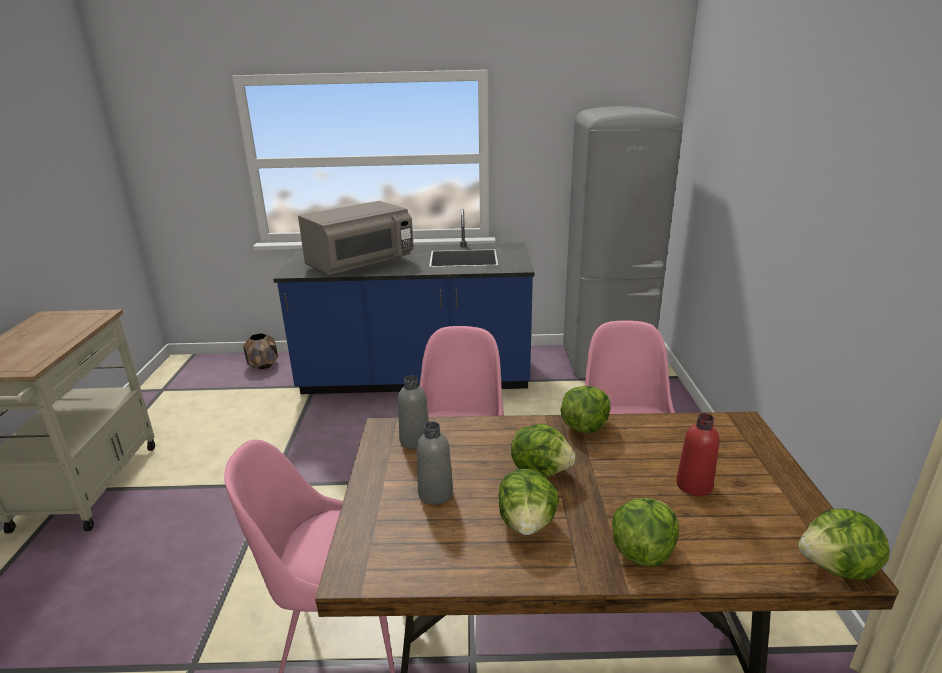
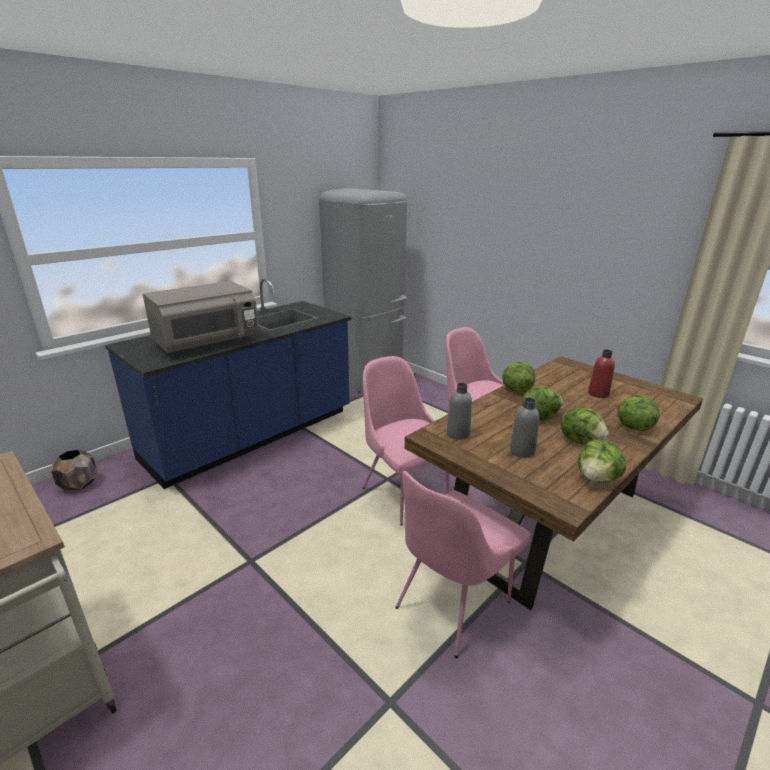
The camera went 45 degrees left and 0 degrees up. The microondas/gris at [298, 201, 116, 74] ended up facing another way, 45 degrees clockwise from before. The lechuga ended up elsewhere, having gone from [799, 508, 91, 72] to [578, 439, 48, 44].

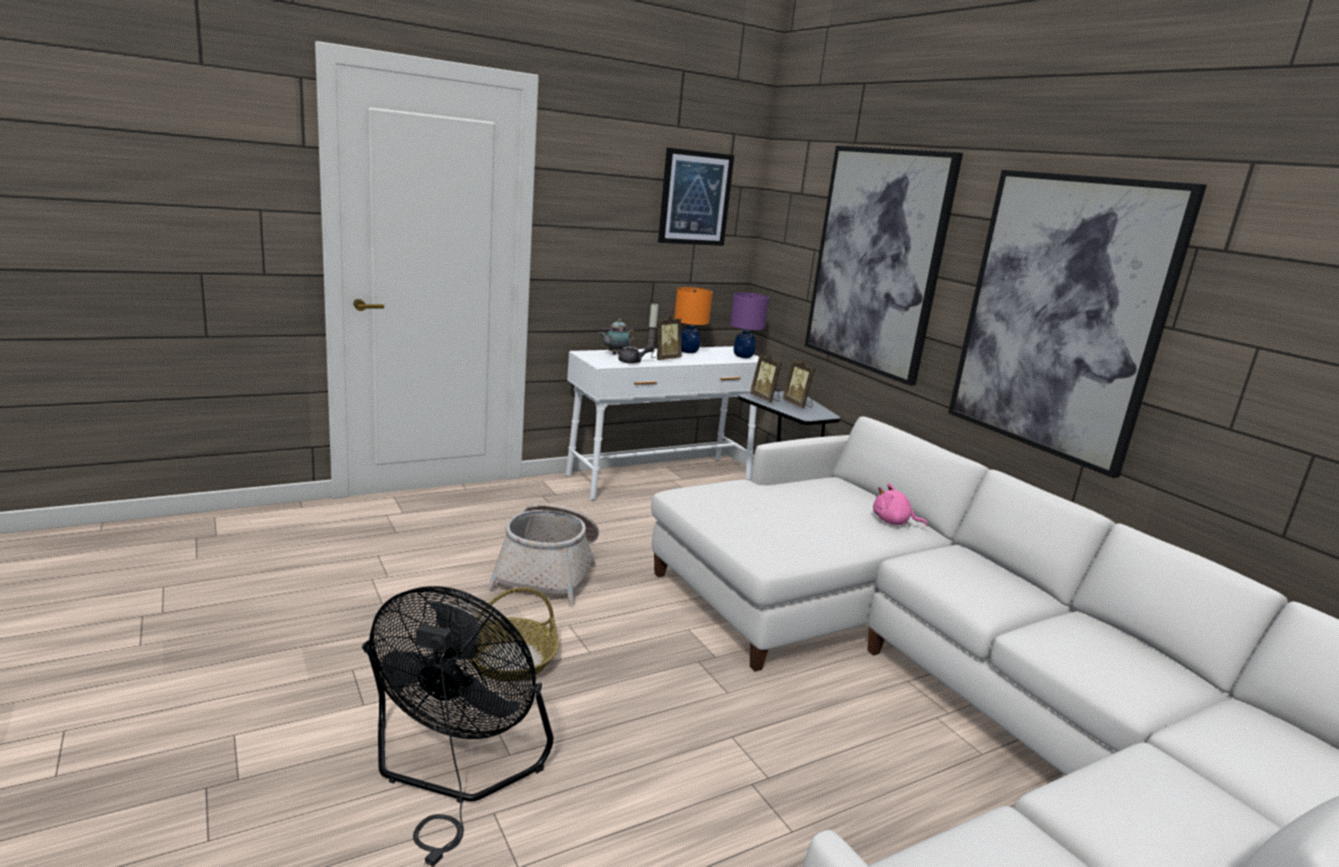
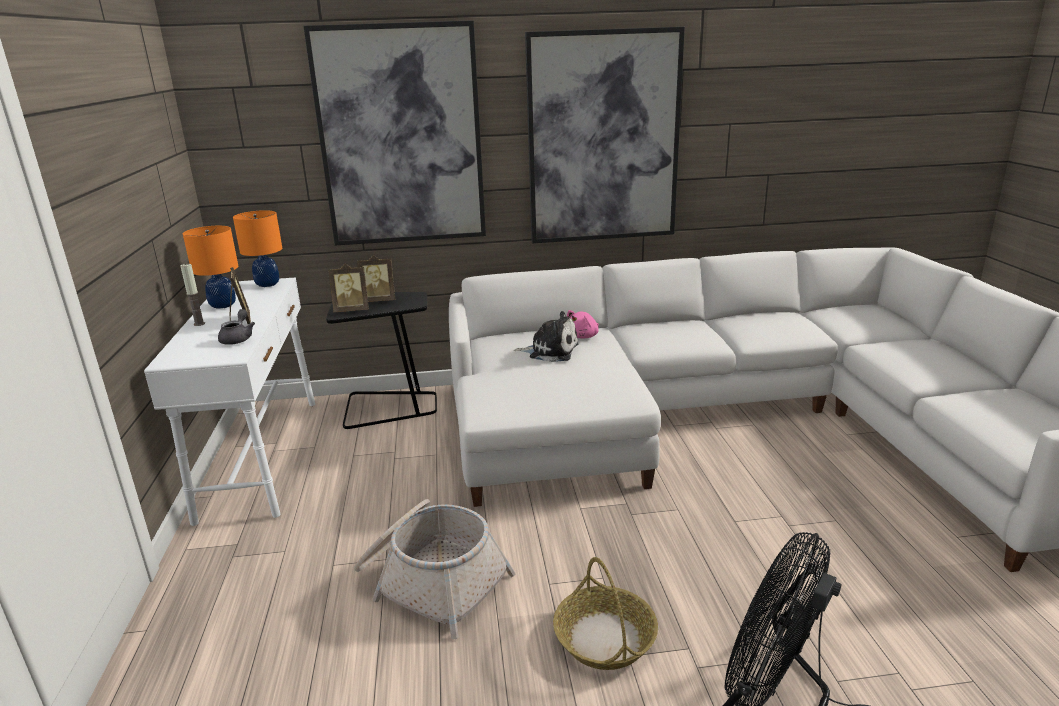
The camera went 65 degrees left and 5 degrees up. The second view lost the tetera at [598, 319, 38, 36]. The second view lost the cuadro at [658, 147, 76, 99]. What was the lámpara de mesa/morado at [730, 292, 39, 66] turned into the lámpara de mesa/naranja at [233, 210, 49, 77]. The second view gained the peluche at [514, 311, 64, 51].

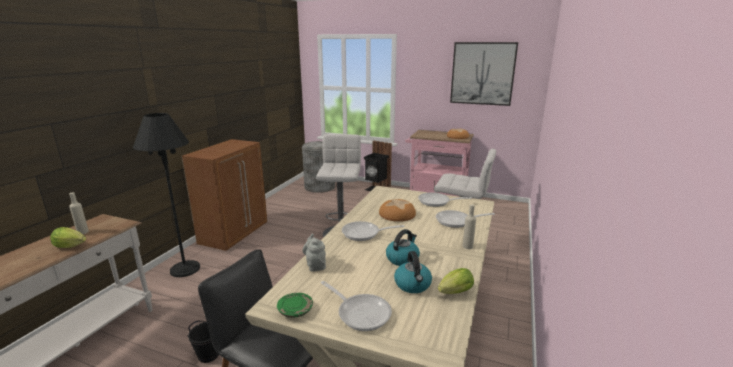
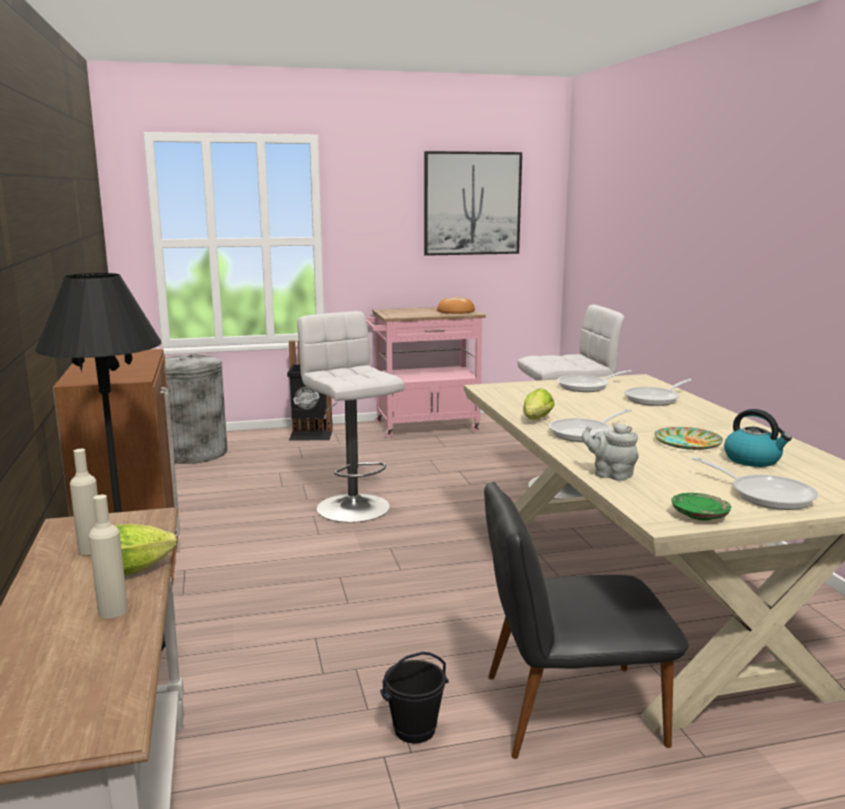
The camera went 35 degrees left and 5 degrees down. The sartén at [321, 281, 71, 50] ended up facing another way, 45 degrees clockwise from before. The second view lost the pan at [379, 199, 37, 23]. Where the hervidor stood at [386, 229, 34, 37], the plato came to stand at [654, 427, 69, 23]. The lechuga ended up elsewhere, having gone from [438, 268, 36, 26] to [523, 388, 32, 32]. The botella/beis ended up elsewhere, having gone from [463, 204, 13, 45] to [89, 495, 39, 123].

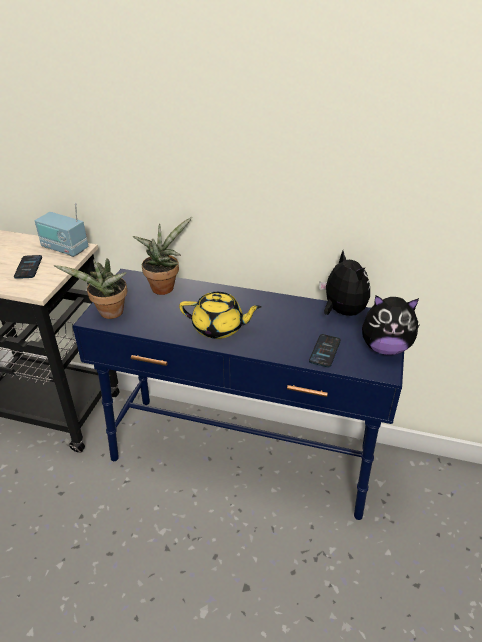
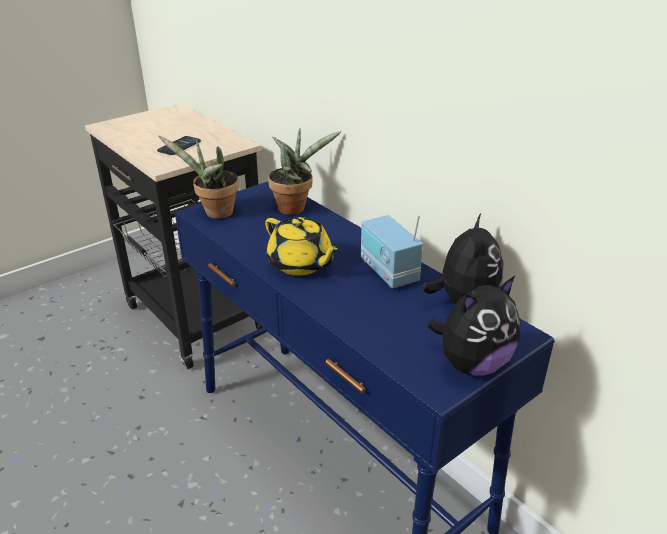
The camera went 35 degrees right and 5 degrees down. The radio ended up elsewhere, having gone from [35, 203, 53, 54] to [361, 215, 62, 73]. The second view lost the móvil at [309, 334, 32, 33]. The peluche at [362, 295, 58, 60] ended up facing another way, 75 degrees counterclockwise from before.

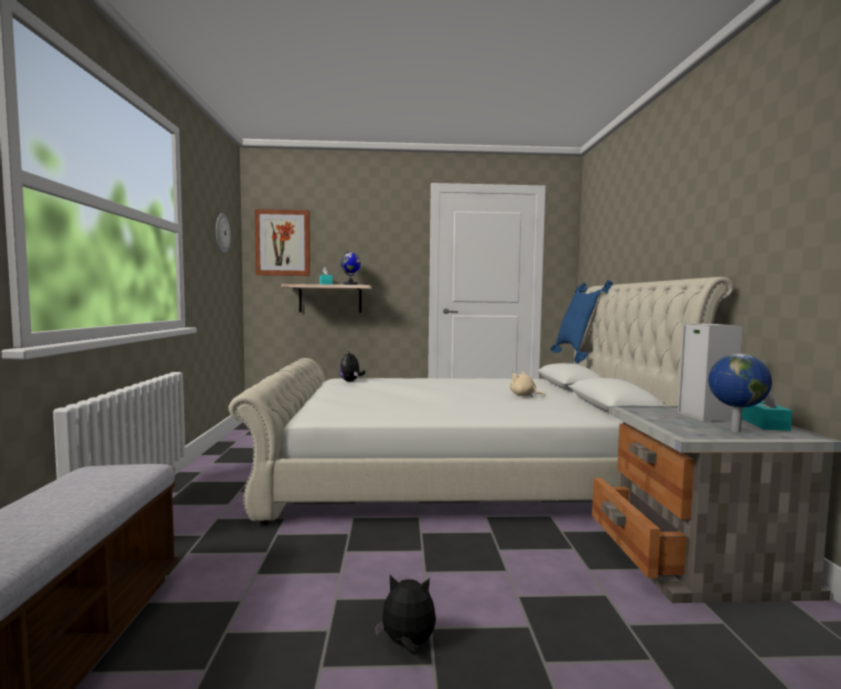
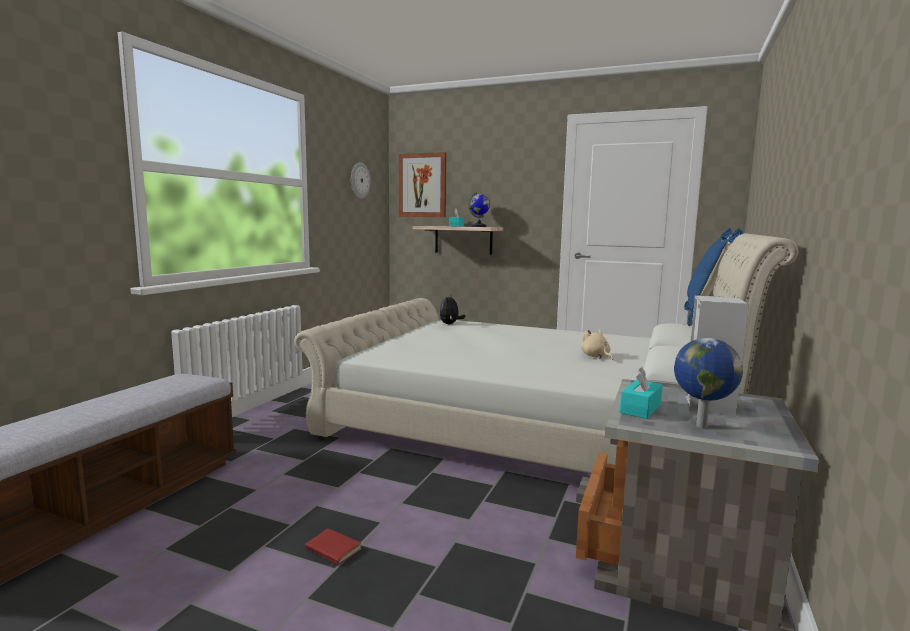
The camera went 25 degrees right and 5 degrees up. Where the peluche stood at [375, 575, 61, 80], the libro/rojo came to stand at [305, 529, 57, 38]. The caja de pañuelos/turquesa ended up elsewhere, having gone from [742, 390, 50, 41] to [620, 367, 43, 52].

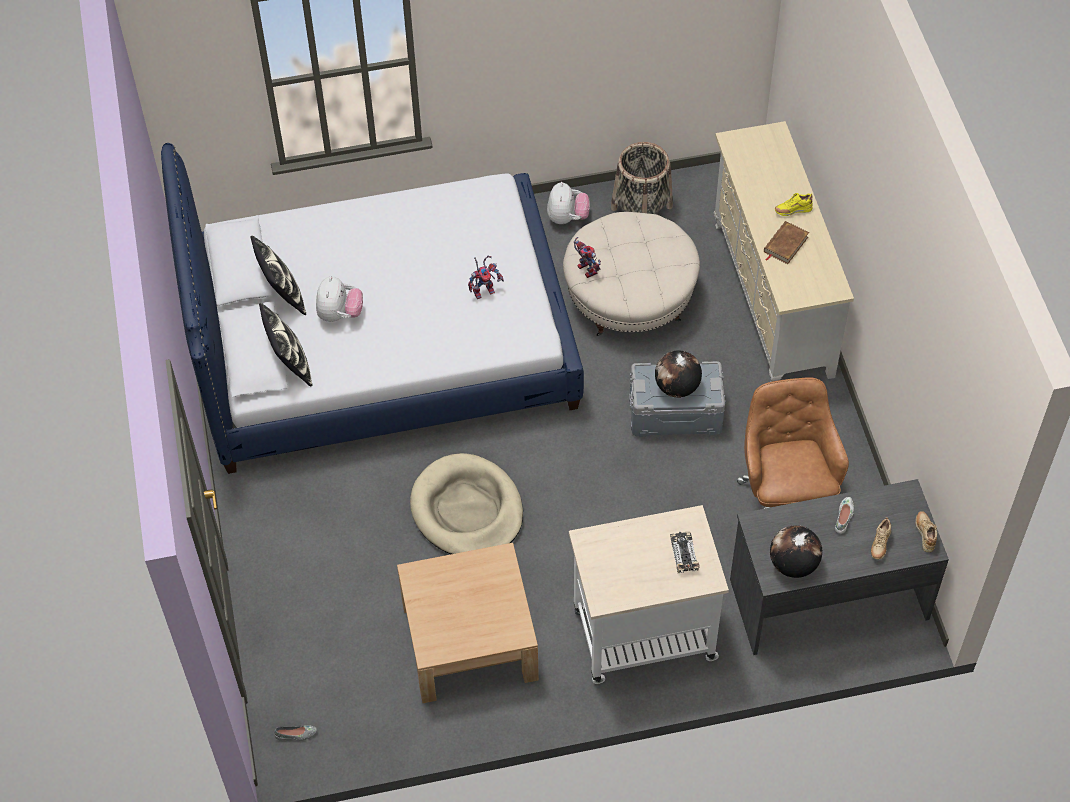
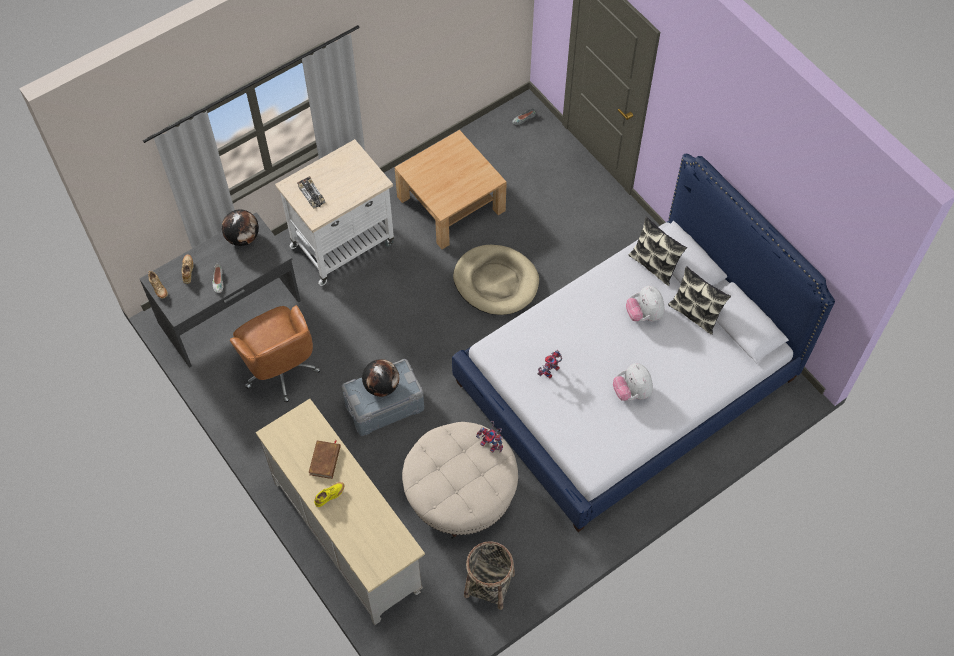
The camera went 155 degrees right and 5 degrees up. The peluche ended up elsewhere, having gone from [547, 182, 43, 42] to [613, 363, 40, 38].

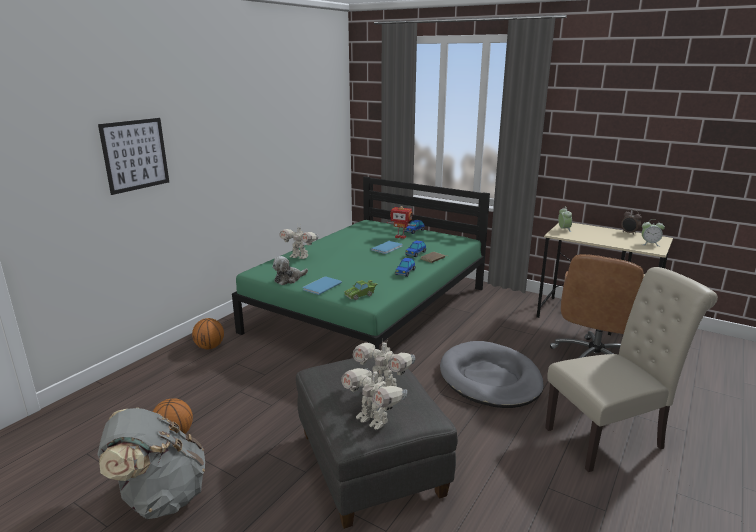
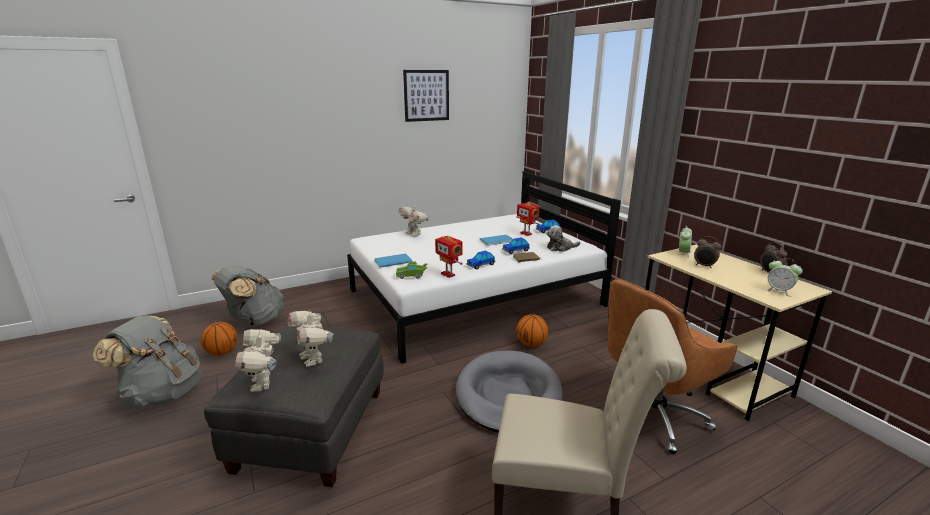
The camera went 30 degrees right and 0 degrees up. The cuadro ended up elsewhere, having gone from [98, 118, 71, 77] to [403, 70, 46, 52]. The balón de baloncesto ended up elsewhere, having gone from [192, 318, 32, 31] to [516, 314, 32, 33]. What was the cama/verde at [232, 176, 258, 173] turned into the cama/blanco at [347, 171, 274, 192]. The peluche ended up elsewhere, having gone from [272, 256, 36, 29] to [547, 225, 33, 27]. The second view gained the mochila/gris at [212, 265, 72, 61]. The second view gained the robot de juguete at [435, 236, 28, 42]. The second view gained the despertador at [694, 236, 28, 32].

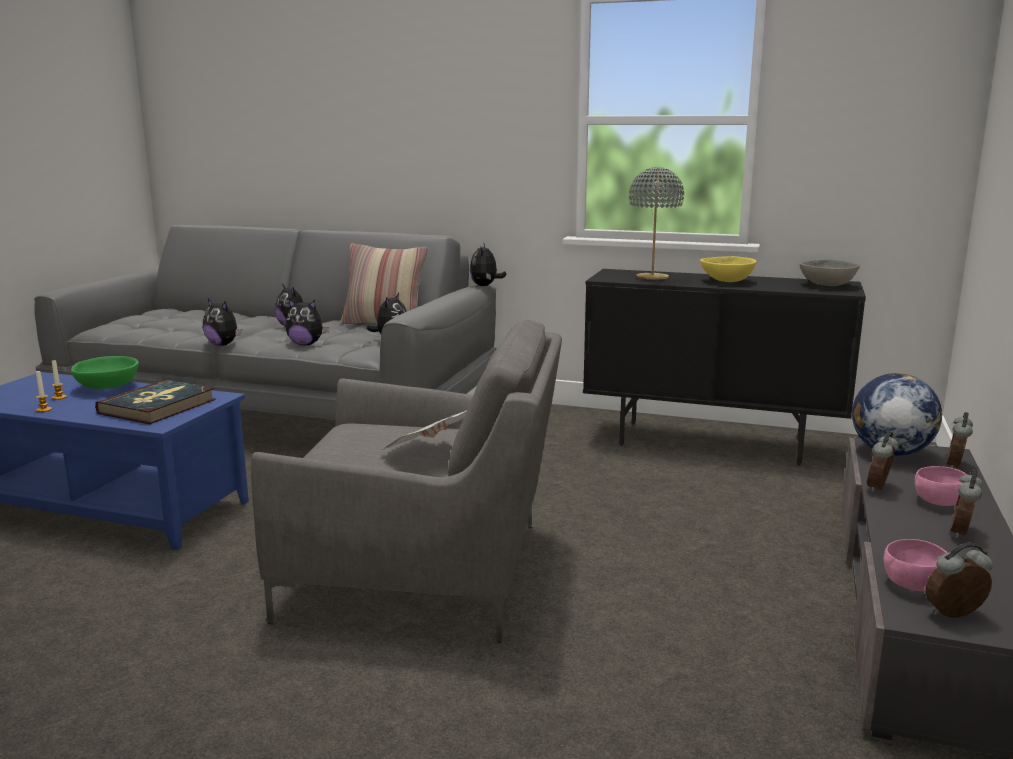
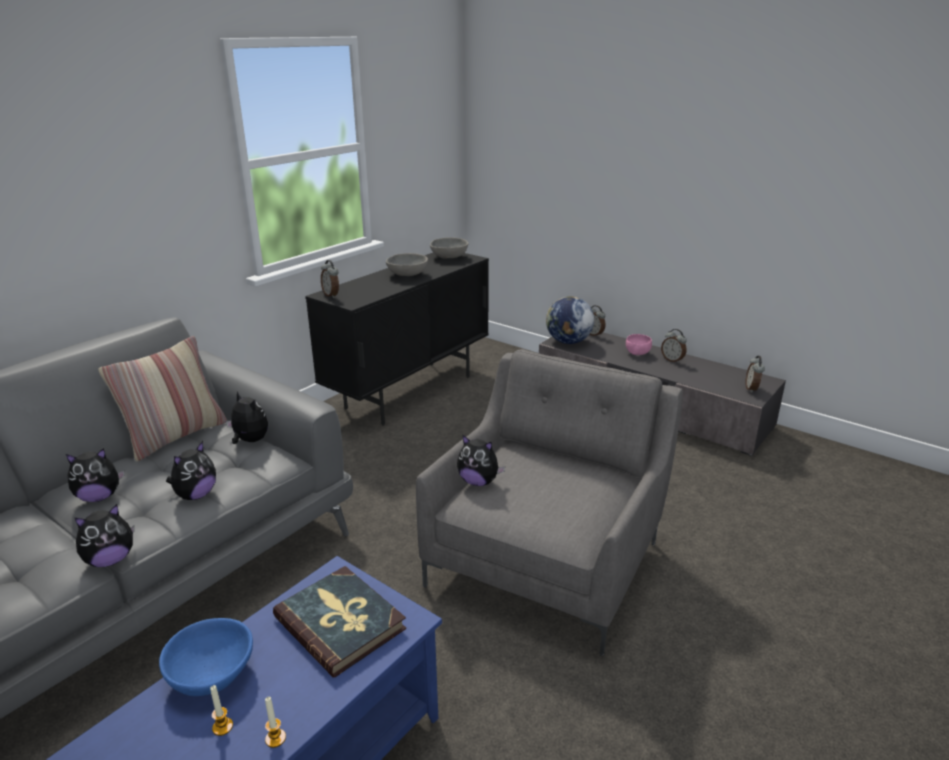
The camera went 70 degrees left and 10 degrees up. What was the cuenco/verde at [71, 356, 68, 34] turned into the cuenco/azul at [159, 618, 94, 78]. The second view lost the periódico at [381, 410, 86, 40]. The peluche ended up elsewhere, having gone from [470, 244, 36, 42] to [457, 434, 48, 52]. The second view lost the lámpara de mesa/gris at [629, 167, 55, 113]. What was the cuenco/amarillo at [700, 256, 57, 26] turned into the cuenco/gris at [386, 253, 42, 23]. The despertador ended up elsewhere, having gone from [867, 431, 32, 61] to [321, 260, 18, 38]. The second view lost the cuenco/rosa at [884, 539, 63, 52].

